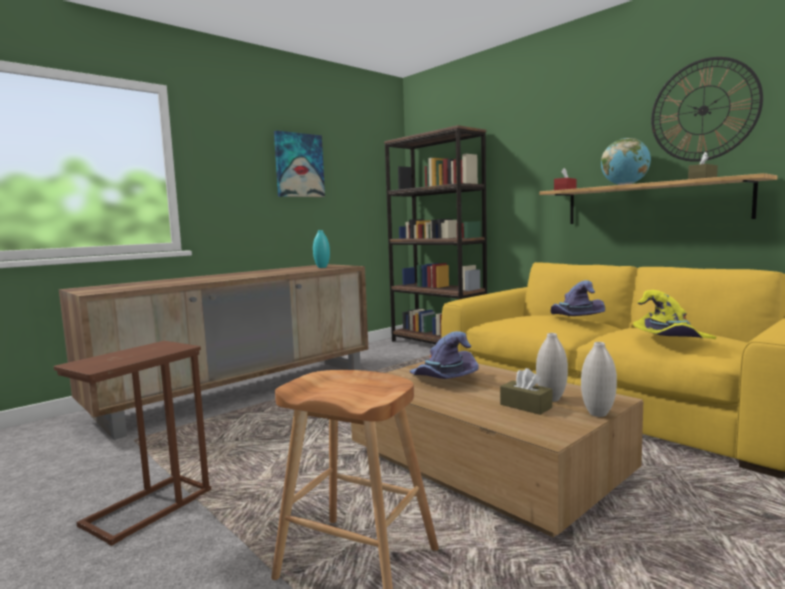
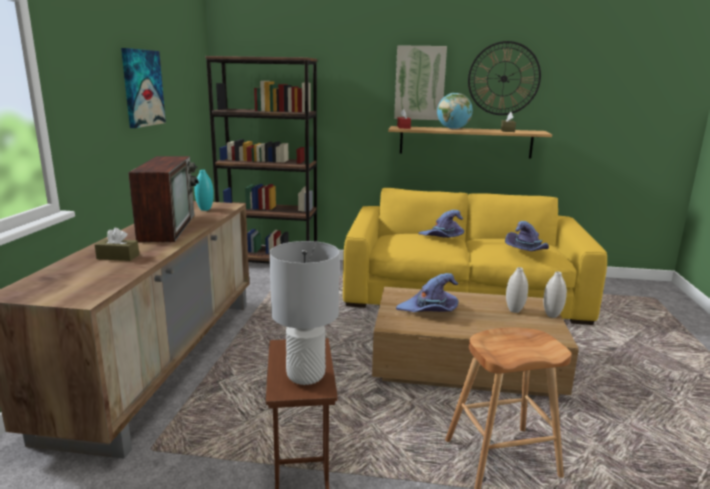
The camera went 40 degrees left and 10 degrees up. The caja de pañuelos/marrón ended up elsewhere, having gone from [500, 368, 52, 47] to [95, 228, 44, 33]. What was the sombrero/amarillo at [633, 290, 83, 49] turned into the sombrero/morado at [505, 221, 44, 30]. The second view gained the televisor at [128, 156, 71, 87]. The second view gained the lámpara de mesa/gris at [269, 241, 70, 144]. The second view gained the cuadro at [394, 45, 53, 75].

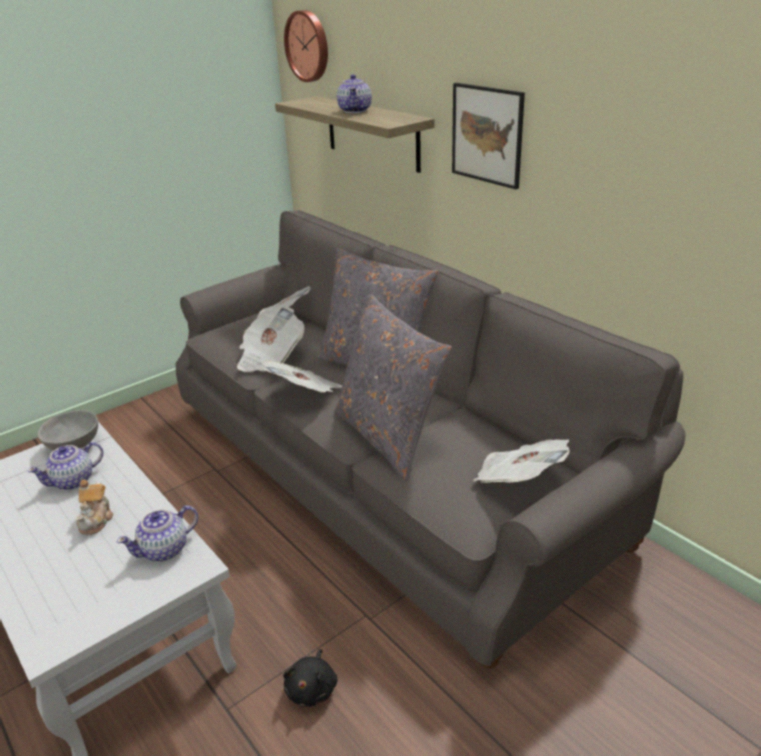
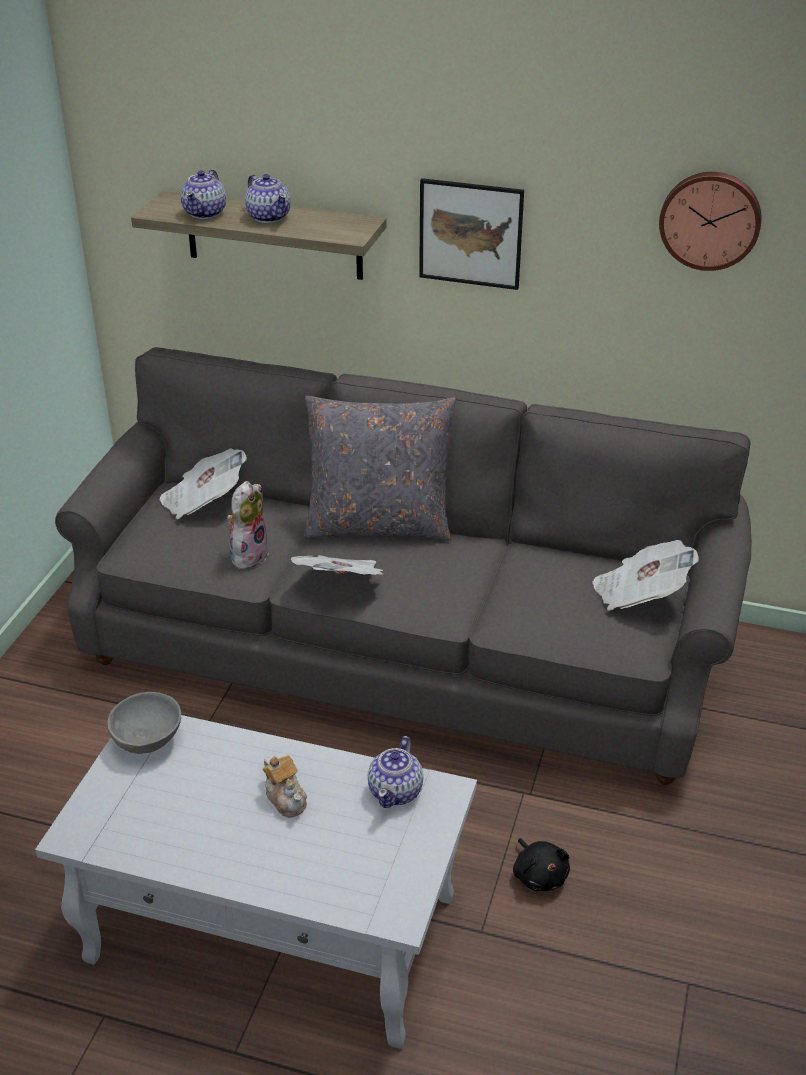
The camera went 35 degrees left and 5 degrees up. The tetera ended up elsewhere, having gone from [27, 442, 76, 48] to [181, 170, 45, 49]. Where the periódico stood at [237, 307, 67, 65], the peluche came to stand at [227, 481, 42, 88]. The reloj de pared ended up elsewhere, having gone from [284, 10, 44, 72] to [659, 172, 103, 99]. The second view lost the cojín/gris at [335, 294, 117, 187].

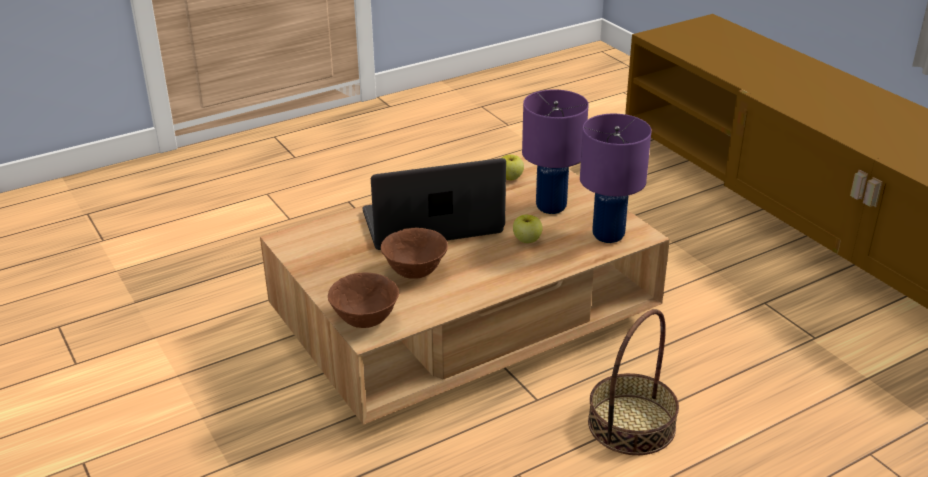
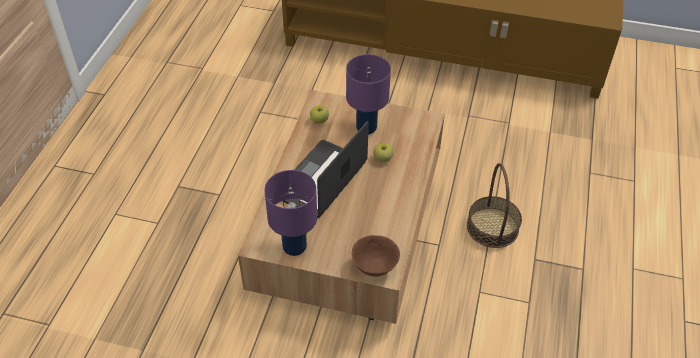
The camera went 45 degrees left and 15 degrees up. The second view lost the cuenco/marrón at [381, 228, 67, 51]. The lámpara de mesa/morado ended up elsewhere, having gone from [580, 114, 72, 129] to [264, 170, 53, 86].

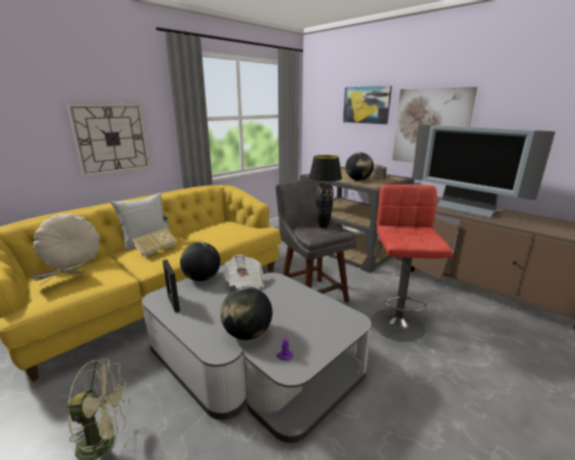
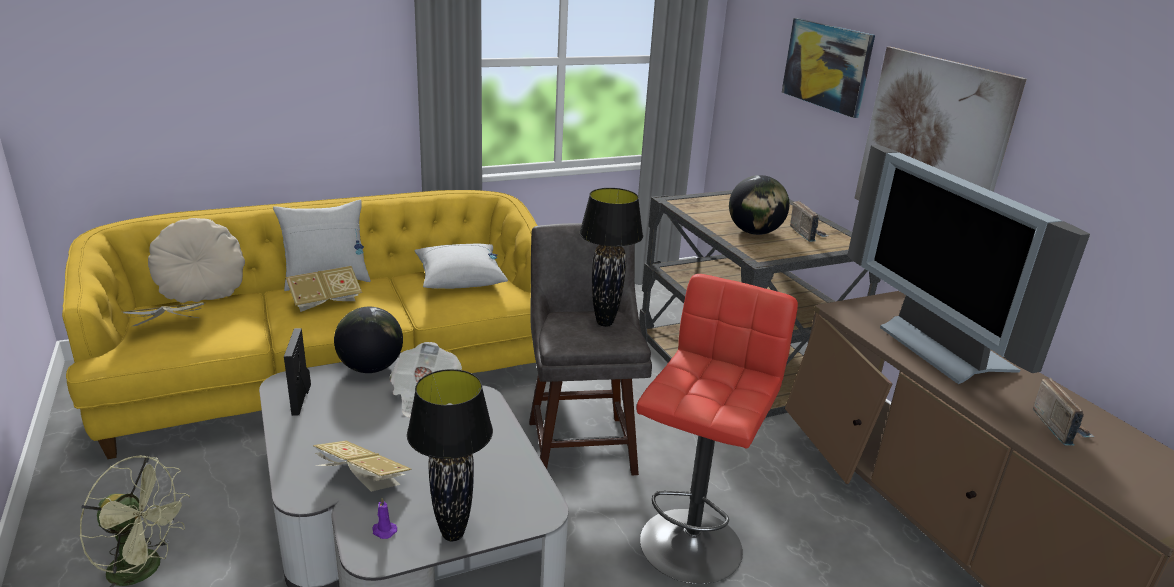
The camera went 20 degrees right and 5 degrees up. The second view lost the reloj de pared at [67, 104, 83, 73]. Where the globo terráqueo stood at [220, 287, 52, 53], the libro came to stand at [313, 441, 99, 51]. The second view gained the lámpara de mesa/negro at [407, 369, 86, 172]. The second view gained the cojín/gris at [414, 243, 94, 46]. The second view gained the radio at [1033, 378, 61, 68].

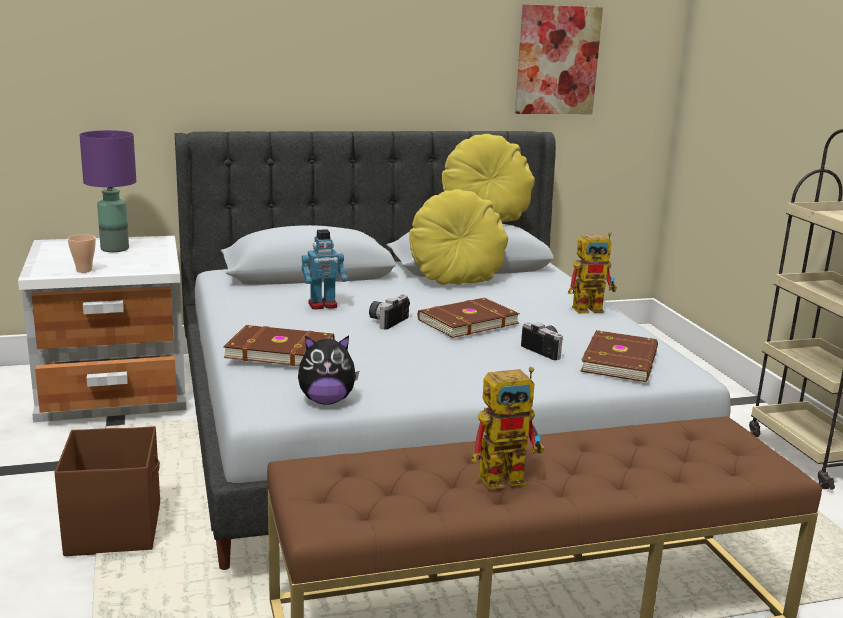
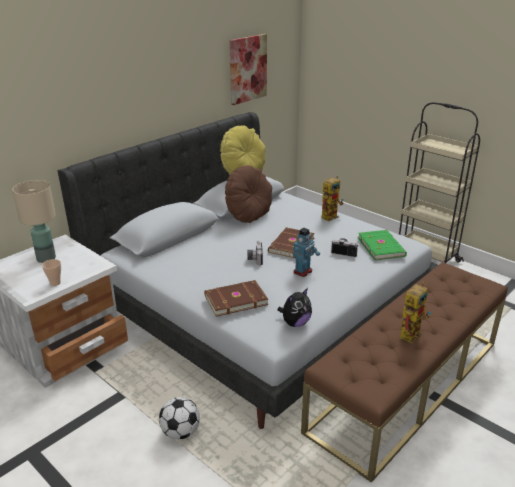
The camera went 30 degrees left and 10 degrees up. Where the caja de almacenaje/marrón stood at [55, 426, 105, 130], the balón de fútbol came to stand at [159, 397, 41, 42]. What was the lámpara de mesa/morado at [80, 130, 56, 122] turned into the lámpara de mesa/beis at [12, 180, 44, 83]. The robot de juguete ended up elsewhere, having gone from [302, 229, 45, 80] to [293, 228, 27, 49]. What was the cojín/amarillo at [409, 189, 99, 96] turned into the cojín/marrón at [225, 166, 47, 57]. What was the libro/marrón at [580, 330, 78, 52] turned into the libro/verde at [358, 230, 49, 30].

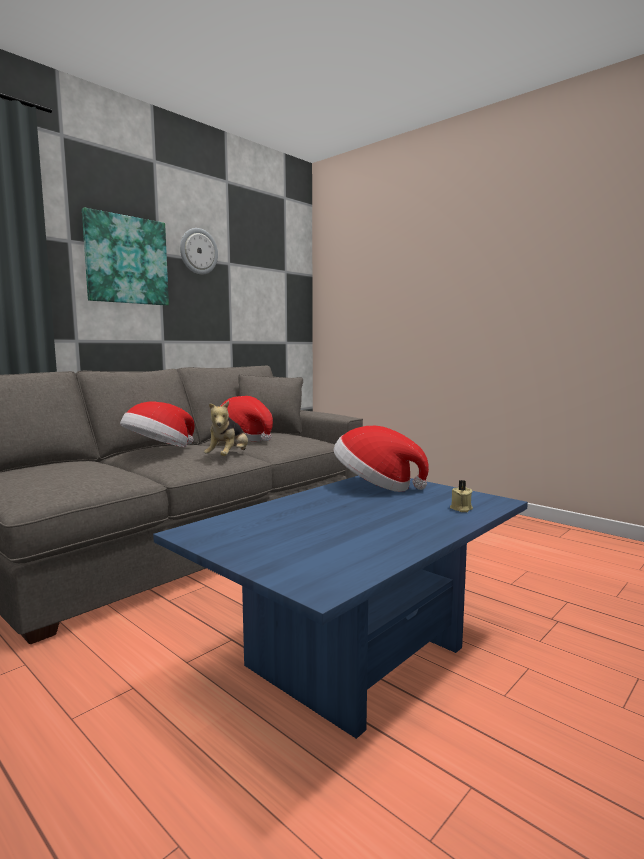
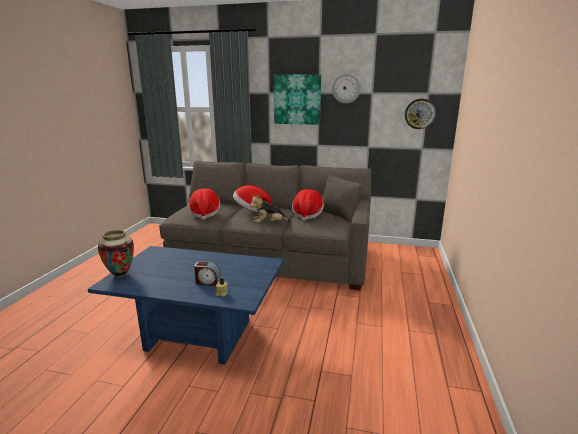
The camera went 60 degrees right and 10 degrees up. The sombrero ended up elsewhere, having gone from [334, 426, 95, 66] to [189, 189, 31, 31]. The second view gained the florero at [98, 230, 36, 47]. The second view gained the despertador at [194, 261, 27, 25]. The second view gained the reloj de pared at [405, 99, 31, 30].

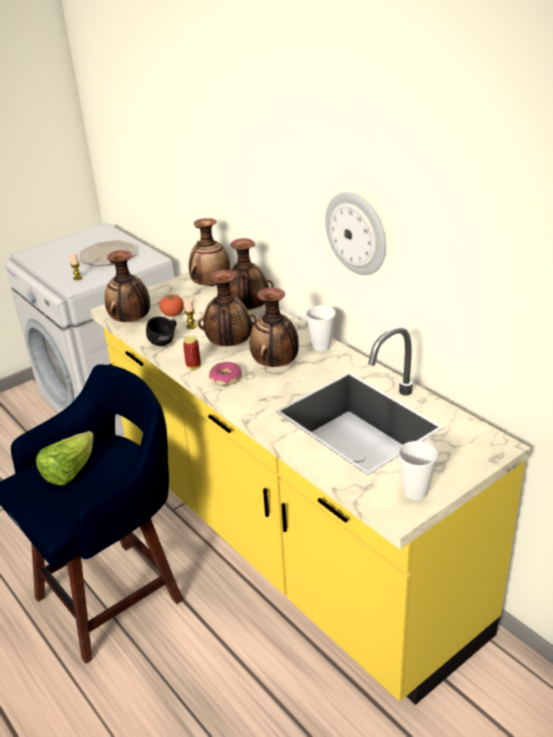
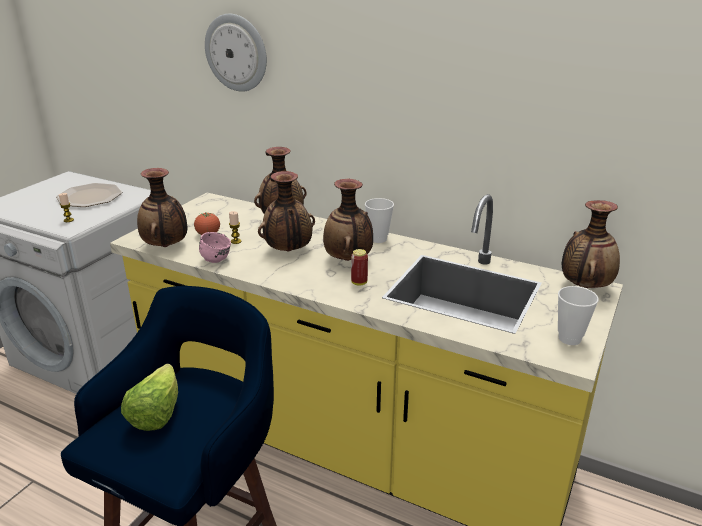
The camera went 25 degrees left and 5 degrees down. What was the taza grande/negro at [146, 316, 31, 30] turned into the taza grande/rosa at [199, 232, 32, 31]. The lata ended up elsewhere, having gone from [183, 336, 18, 33] to [351, 249, 17, 37]. The florero ended up elsewhere, having gone from [189, 218, 41, 69] to [562, 200, 58, 88]. The second view lost the rosquilla at [209, 362, 33, 23]. The reloj de pared ended up elsewhere, having gone from [325, 192, 61, 83] to [205, 14, 62, 78].

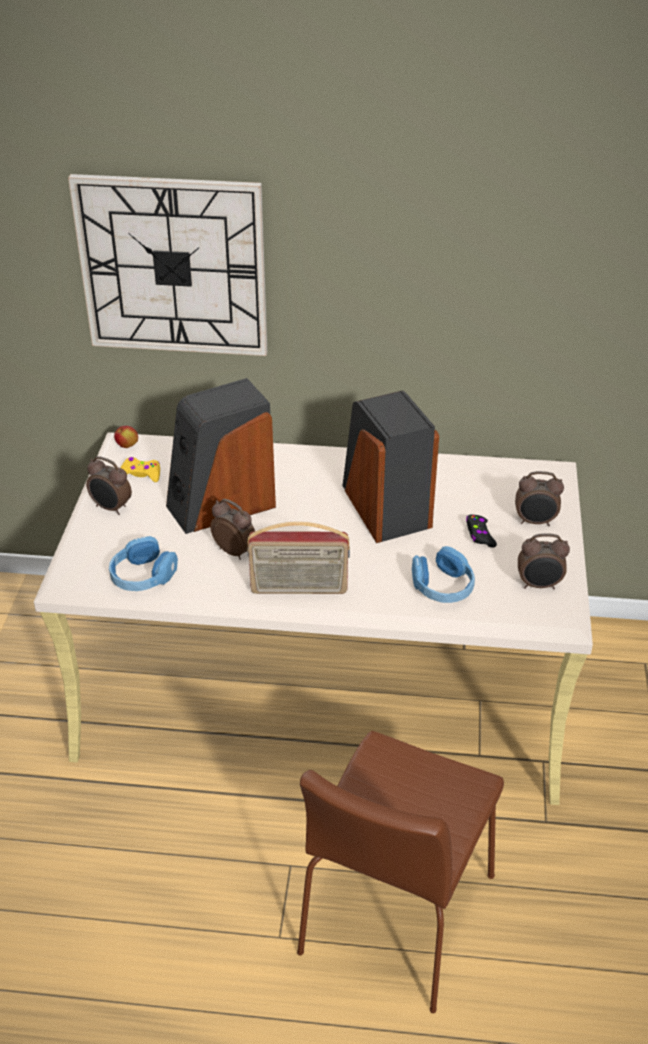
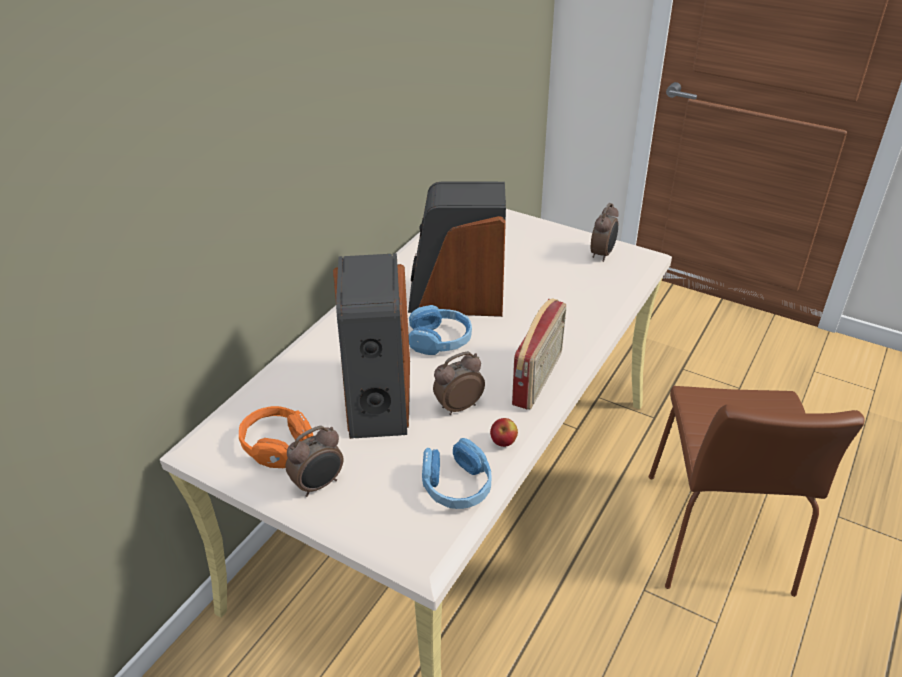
The camera went 65 degrees left and 0 degrees up. The second view lost the reloj de pared at [68, 174, 199, 182]. The manzana ended up elsewhere, having gone from [114, 426, 24, 22] to [490, 418, 28, 29]. Where the mando de consola/amarillo stood at [121, 457, 39, 25], the auriculares/naranja came to stand at [239, 406, 74, 62]. The silla/marrón at [297, 731, 207, 282] ended up facing another way, 45 degrees clockwise from before. The auriculares/azul ended up elsewhere, having gone from [412, 546, 63, 57] to [409, 305, 63, 50]. The second view lost the mando de consola/negro at [466, 515, 31, 33]. The second view lost the despertador at [515, 471, 49, 55].

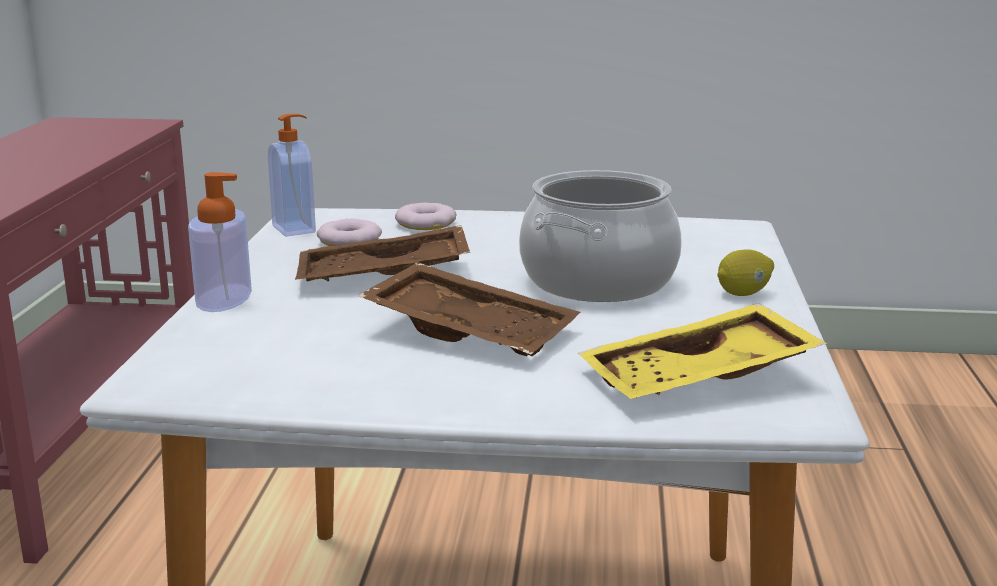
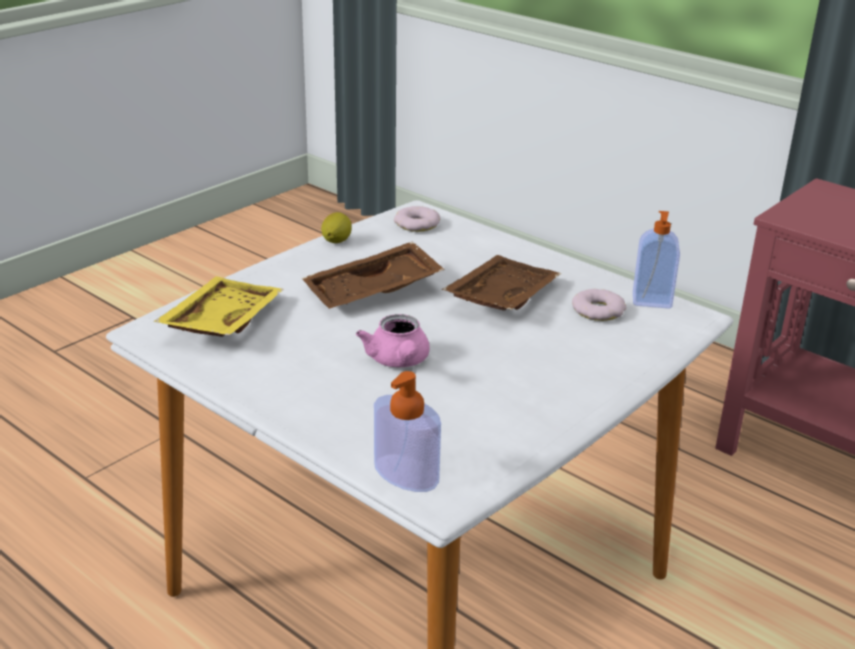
The camera went 125 degrees right and 10 degrees up. The dispensador de jabón ended up elsewhere, having gone from [188, 172, 64, 140] to [374, 371, 67, 121]. The rosquilla ended up elsewhere, having gone from [395, 203, 61, 27] to [394, 206, 47, 26]. Where the olla stood at [519, 170, 163, 132], the tetera/rosa came to stand at [356, 314, 74, 53]. The limón ended up elsewhere, having gone from [717, 250, 57, 46] to [321, 212, 31, 31].

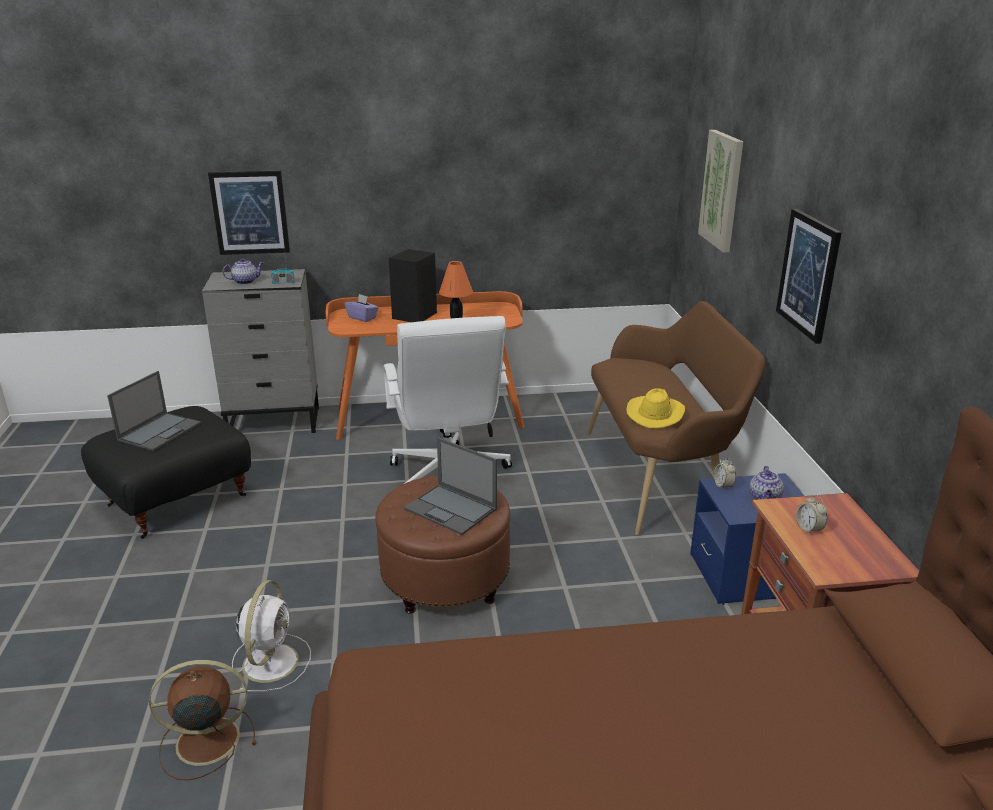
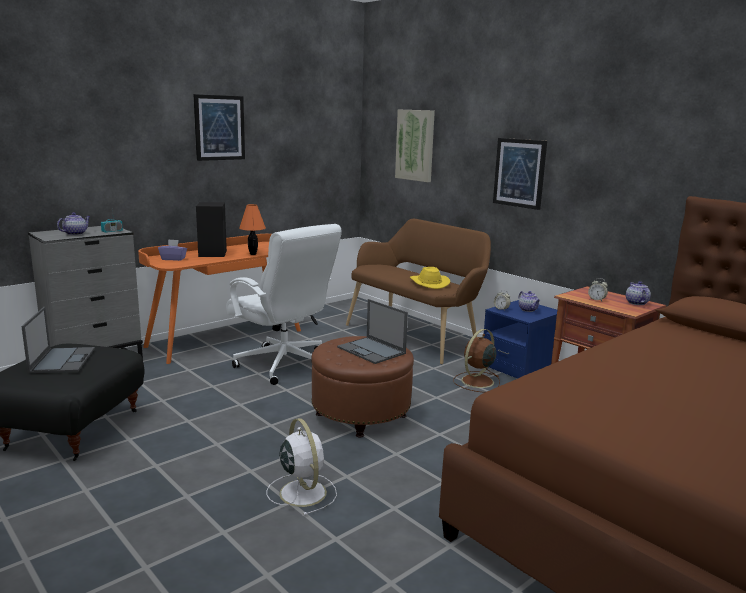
The camera went 35 degrees left and 10 degrees down. The ventilador/marrón ended up elsewhere, having gone from [149, 660, 107, 120] to [453, 329, 47, 64]. The cuadro ended up elsewhere, having gone from [208, 171, 82, 84] to [193, 94, 52, 67]. The portátil at [404, 437, 93, 98] ended up facing another way, 45 degrees clockwise from before. The second view gained the tetera at [626, 281, 25, 24].

